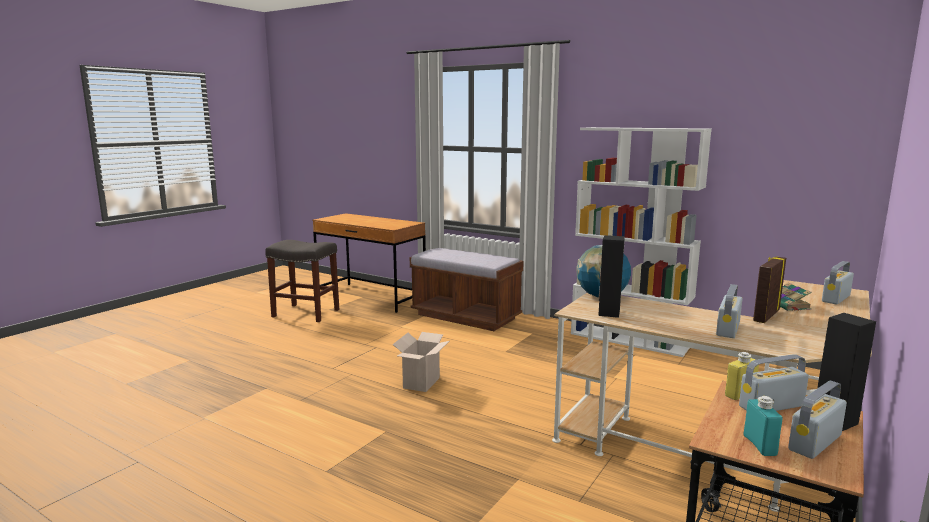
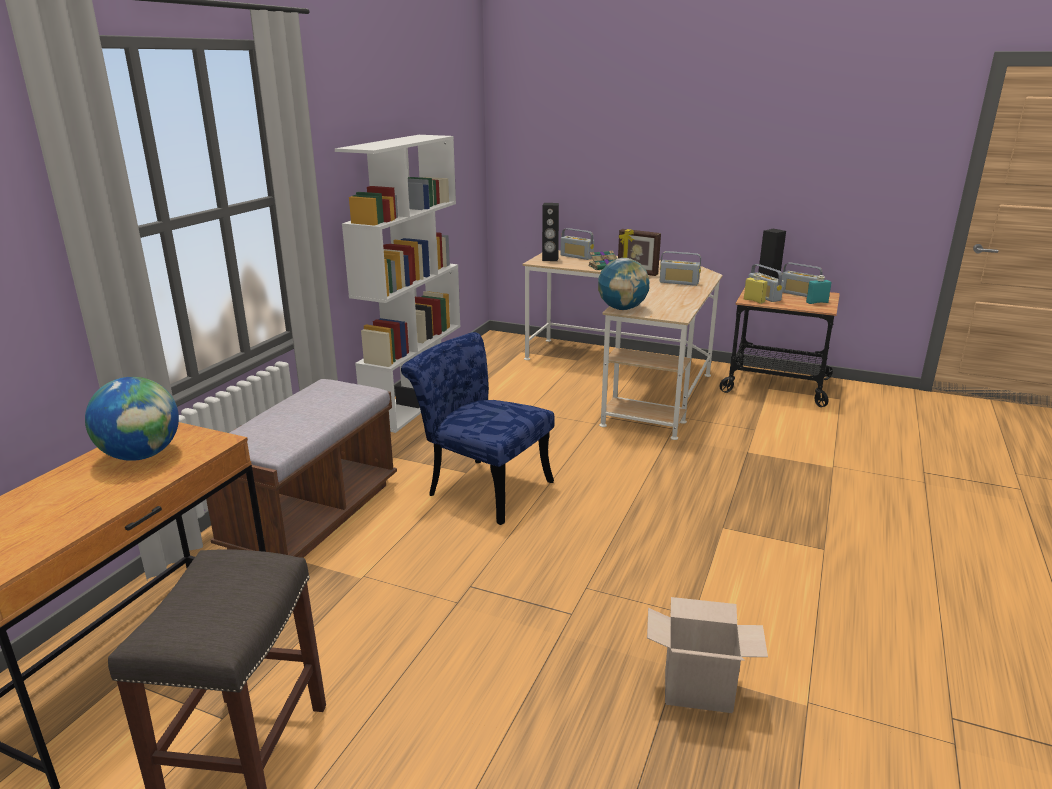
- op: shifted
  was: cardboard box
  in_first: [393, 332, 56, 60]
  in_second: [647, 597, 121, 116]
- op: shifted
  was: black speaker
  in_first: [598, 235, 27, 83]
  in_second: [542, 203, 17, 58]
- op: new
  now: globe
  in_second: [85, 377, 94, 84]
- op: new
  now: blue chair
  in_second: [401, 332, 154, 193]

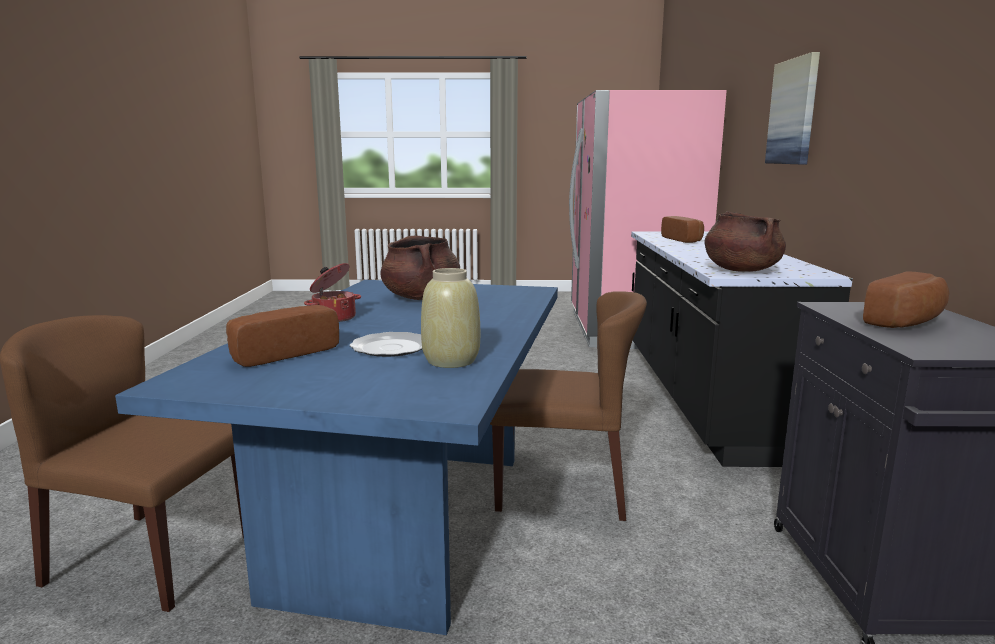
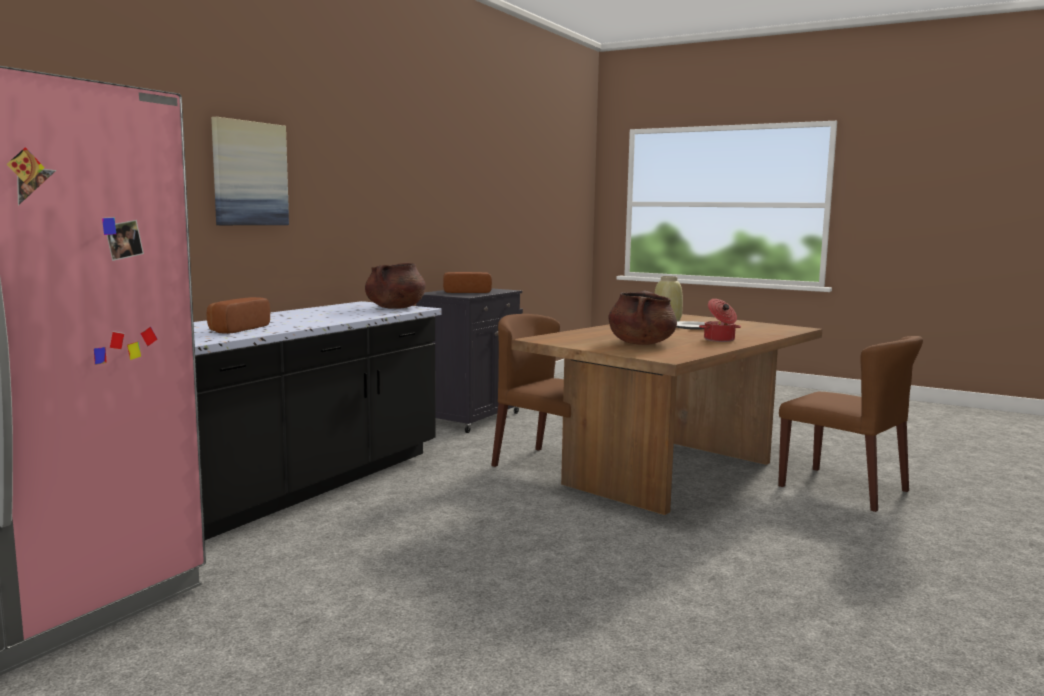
- op: repainted
  was: blue dining table
  now: brown dining table
  in_first: [115, 280, 443, 355]
  in_second: [511, 314, 311, 201]
- op: gone
  was: bread
  in_first: [226, 305, 113, 62]

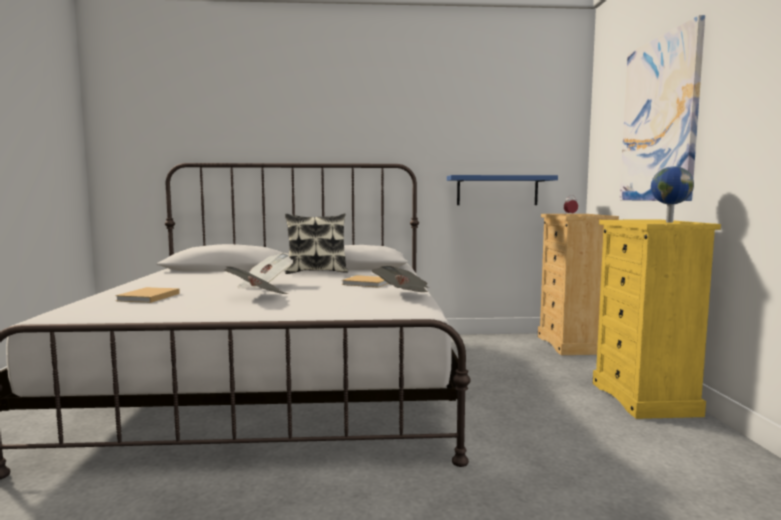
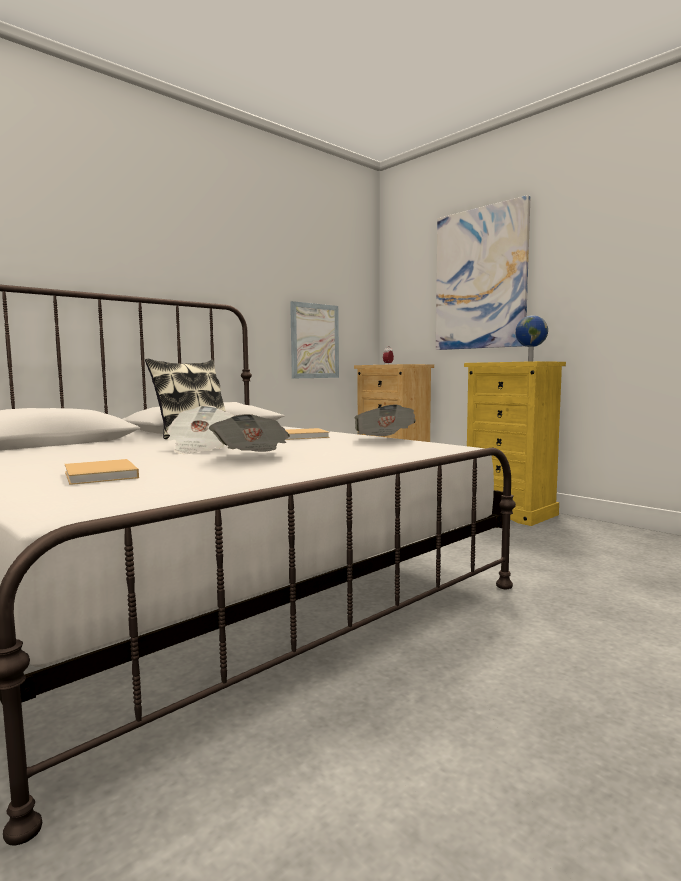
- op: swapped
  was: blue shelf
  now: picture
  in_first: [447, 175, 111, 30]
  in_second: [290, 301, 49, 77]

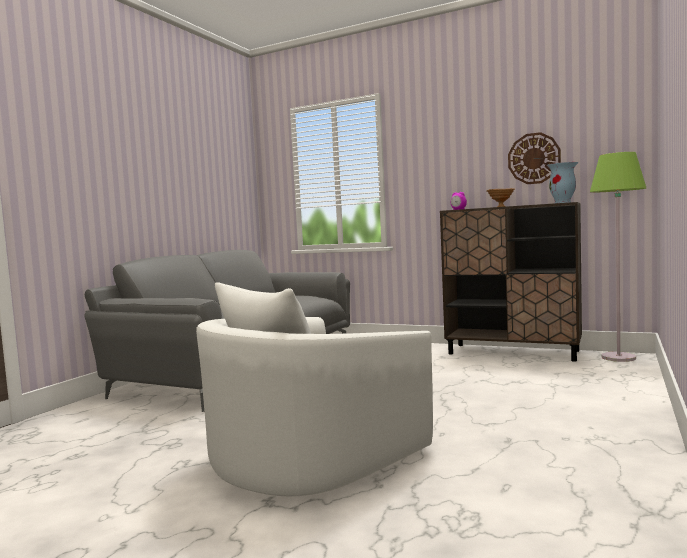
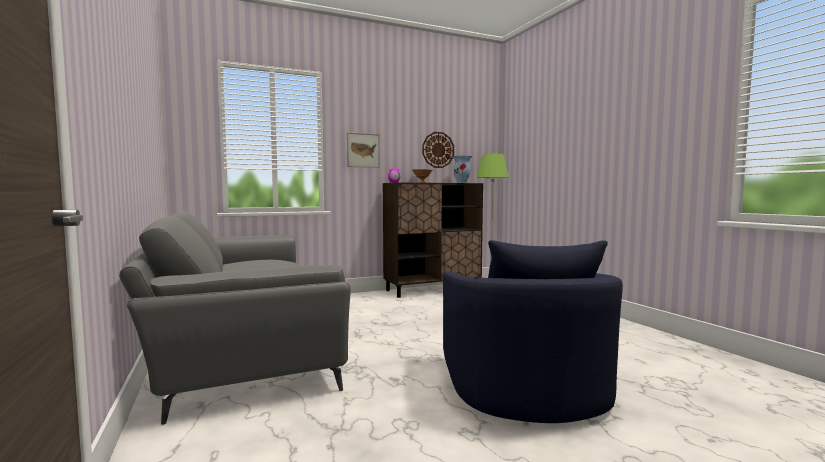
- op: repainted
  was: white armchair
  now: blue armchair
  in_first: [196, 282, 237, 214]
  in_second: [443, 240, 180, 183]
- op: new
  now: picture
  in_second: [347, 133, 33, 35]

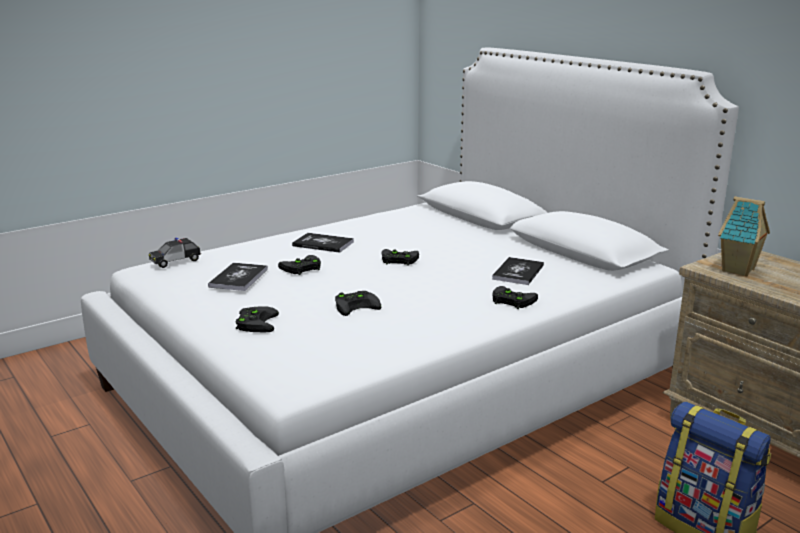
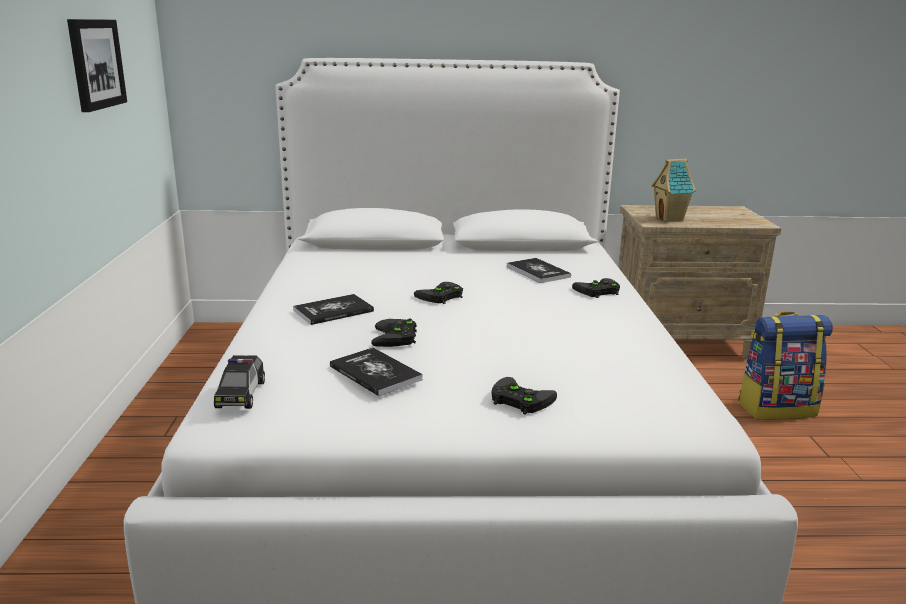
- op: gone
  was: black game controller
  in_first: [335, 291, 46, 25]
- op: new
  now: picture
  in_second: [67, 19, 60, 93]

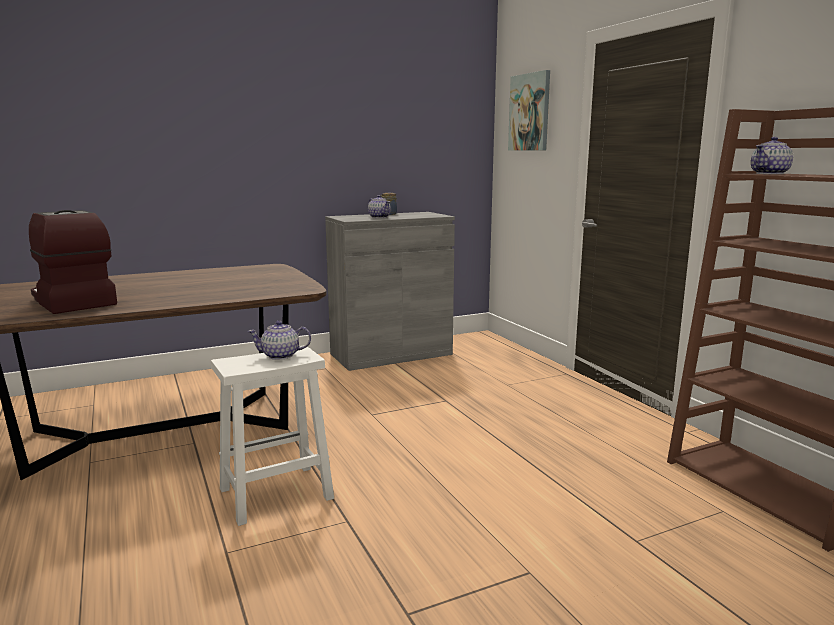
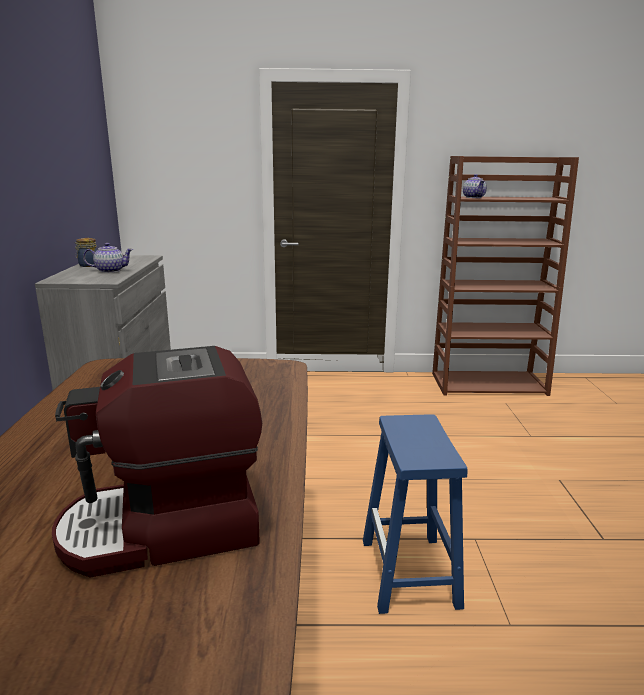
- op: repainted
  was: white stool
  now: blue stool
  in_first: [211, 345, 123, 181]
  in_second: [363, 414, 105, 200]
- op: gone
  was: teapot
  in_first: [247, 321, 64, 39]
- op: gone
  was: picture
  in_first: [508, 70, 42, 81]

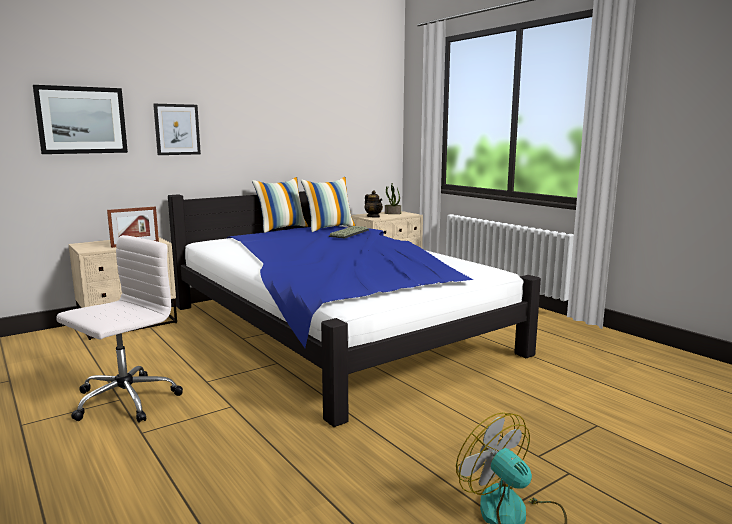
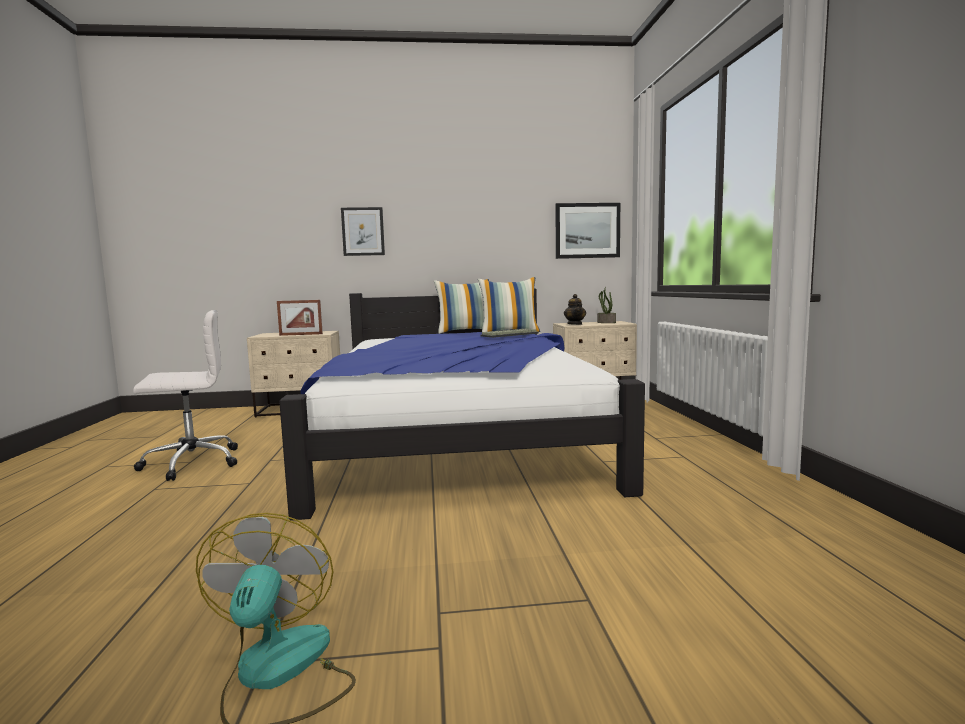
- op: shifted
  was: picture
  in_first: [33, 85, 95, 69]
  in_second: [555, 203, 65, 56]

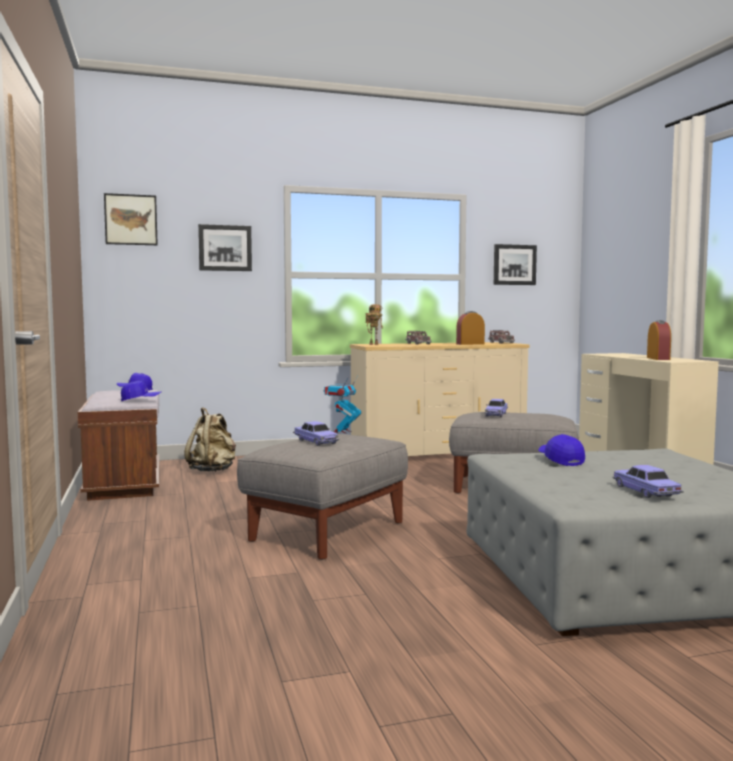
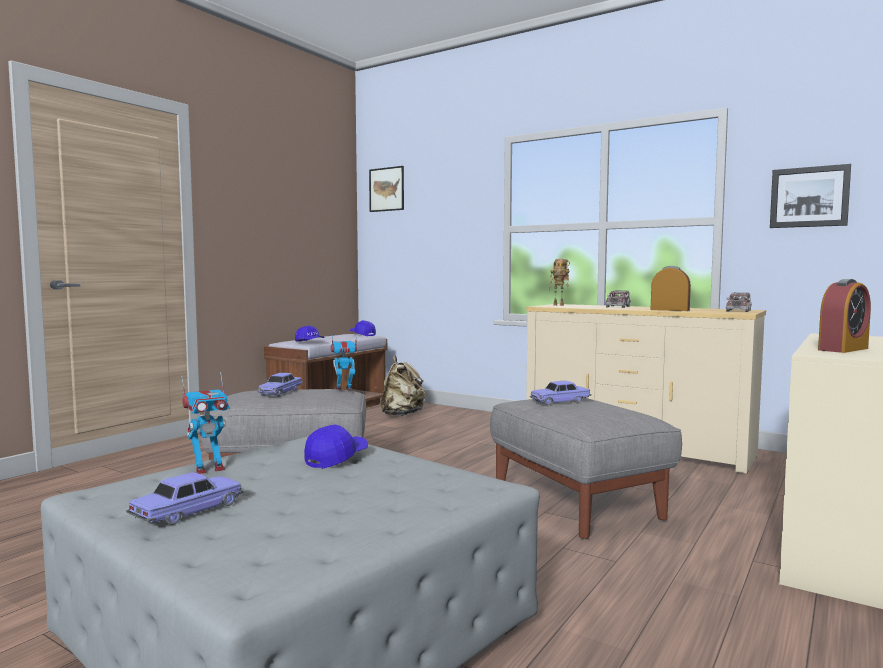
- op: gone
  was: picture
  in_first: [198, 224, 54, 47]
- op: new
  now: toy robot
  in_second: [181, 372, 49, 102]

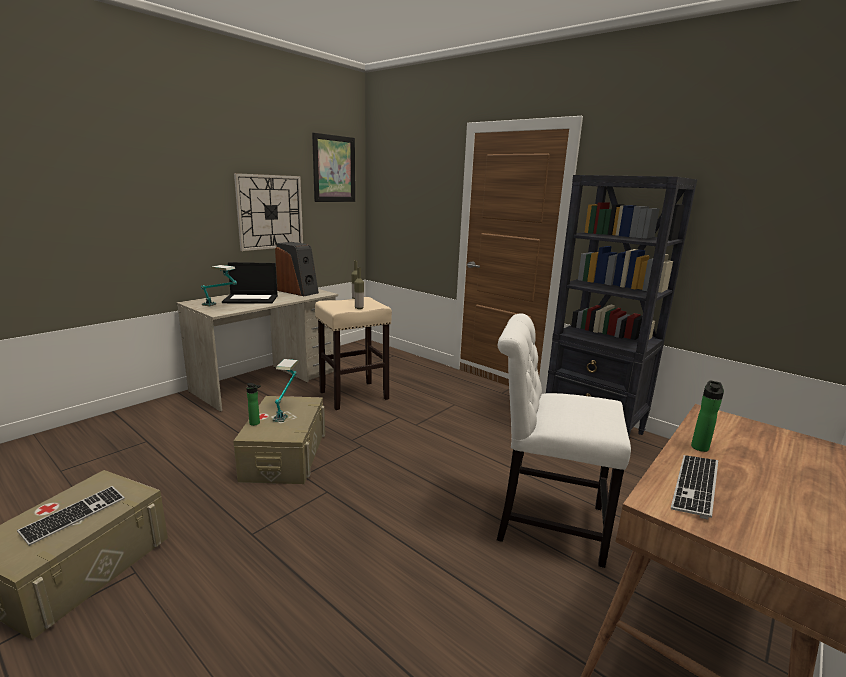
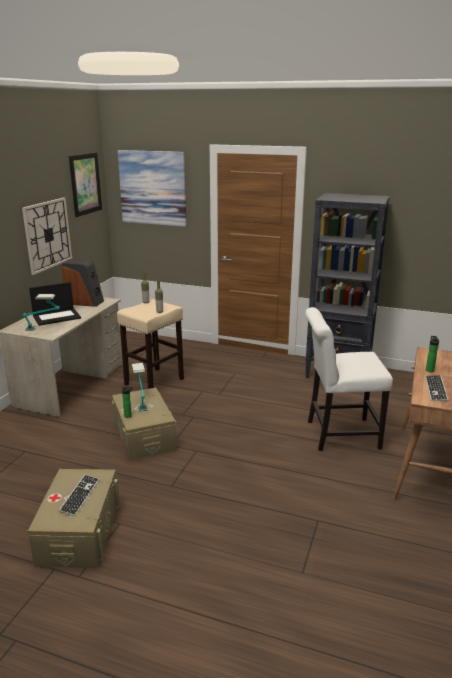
- op: new
  now: picture
  in_second: [118, 150, 69, 77]

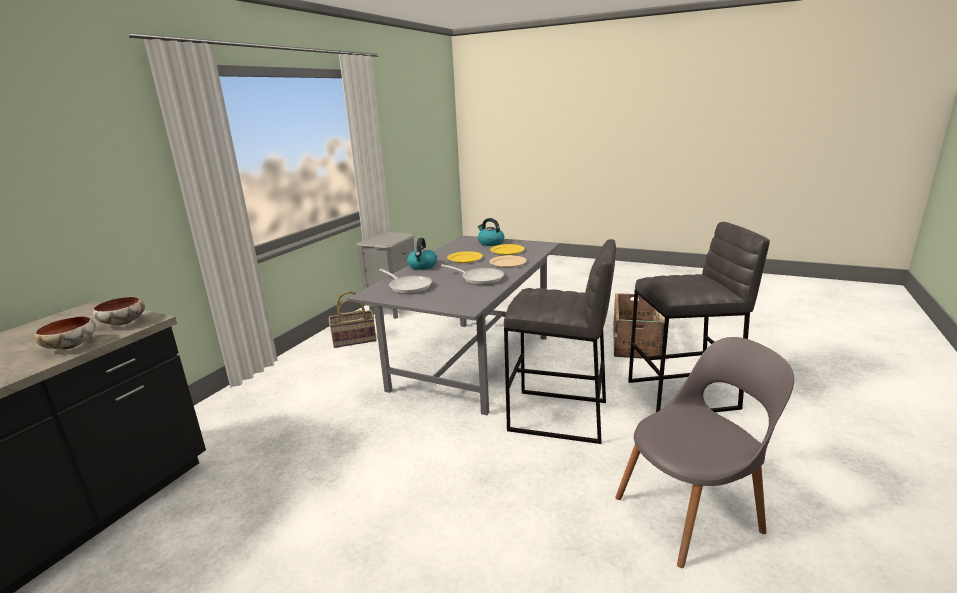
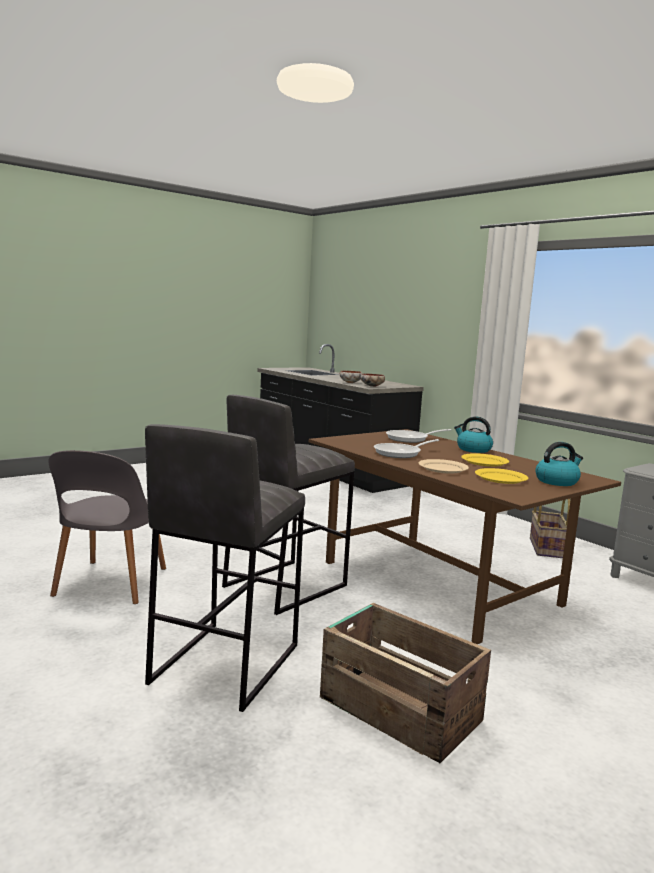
- op: repainted
  was: grey dining table
  now: brown dining table
  in_first: [348, 236, 211, 179]
  in_second: [309, 429, 312, 215]

